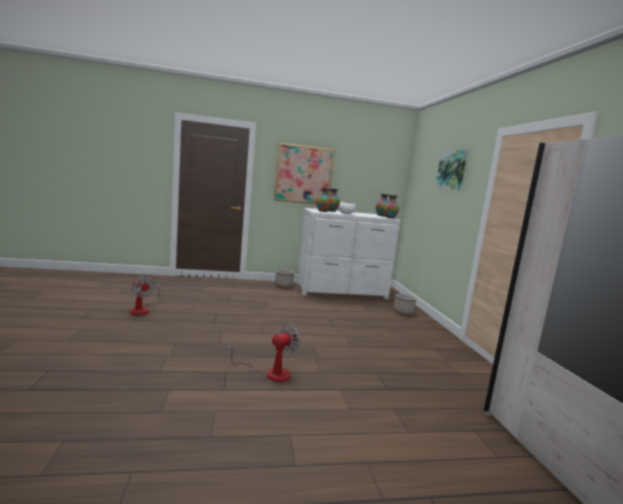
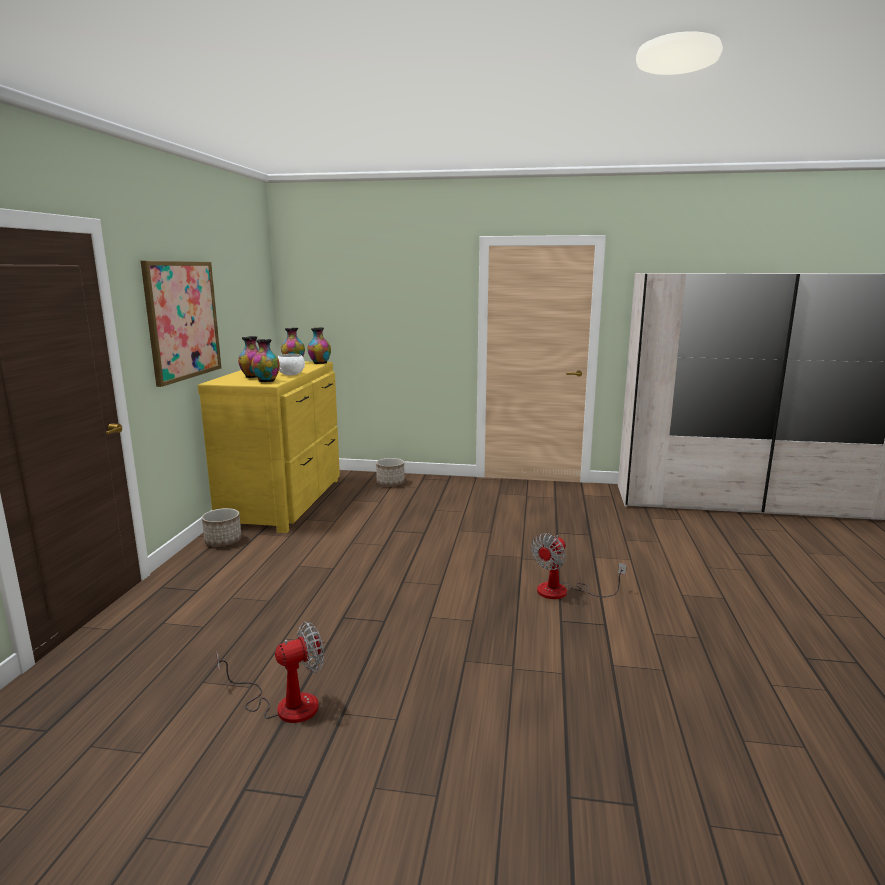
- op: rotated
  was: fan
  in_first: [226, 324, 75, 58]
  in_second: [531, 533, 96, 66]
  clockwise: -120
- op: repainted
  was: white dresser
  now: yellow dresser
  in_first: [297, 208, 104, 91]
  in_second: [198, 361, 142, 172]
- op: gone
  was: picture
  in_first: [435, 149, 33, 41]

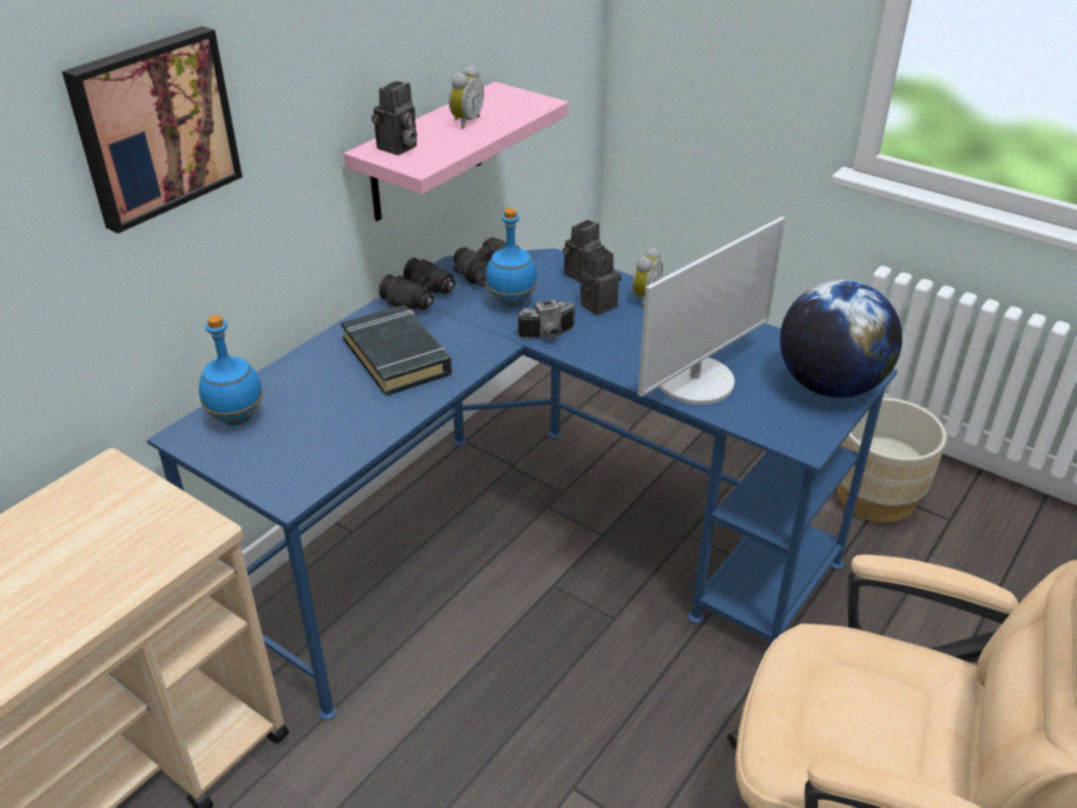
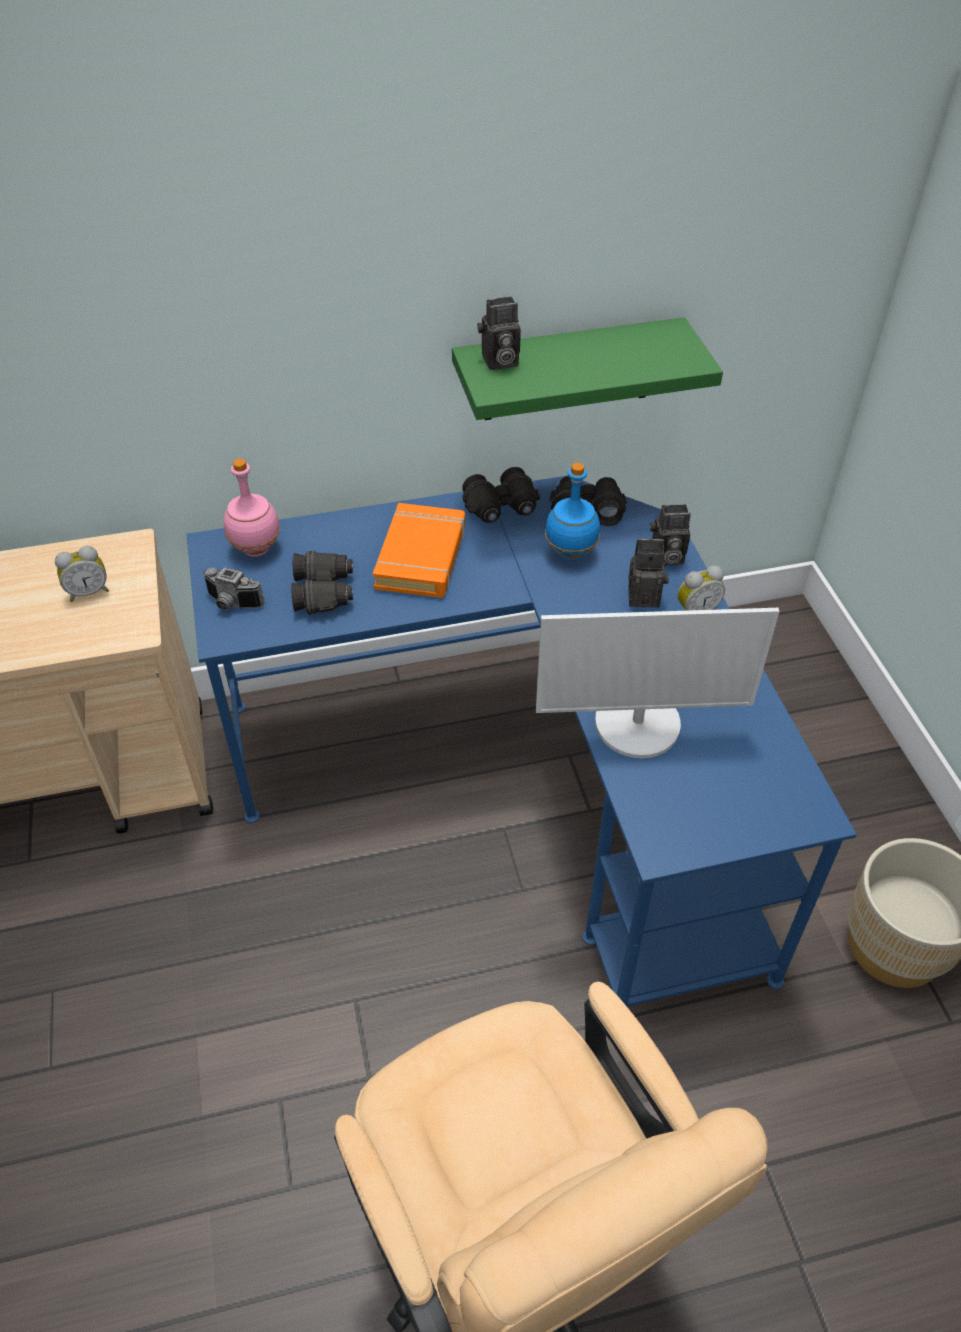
- op: gone
  was: picture
  in_first: [62, 26, 180, 207]
- op: repainted
  was: blue bottle
  now: pink bottle
  in_first: [199, 315, 64, 111]
  in_second: [224, 459, 56, 98]
- op: repainted
  was: black book
  now: orange book
  in_first: [341, 305, 111, 91]
  in_second: [373, 503, 92, 95]
- op: repainted
  was: pink shelf
  now: green shelf
  in_first: [344, 82, 225, 139]
  in_second: [452, 317, 271, 103]
- op: shifted
  was: alarm clock
  in_first: [449, 66, 35, 63]
  in_second: [55, 546, 54, 56]
- op: shifted
  was: photo camera
  in_first: [517, 299, 58, 40]
  in_second: [203, 567, 62, 43]
- op: gone
  was: globe
  in_first: [780, 280, 122, 118]
- op: new
  now: black binoculars
  in_second: [291, 551, 63, 64]

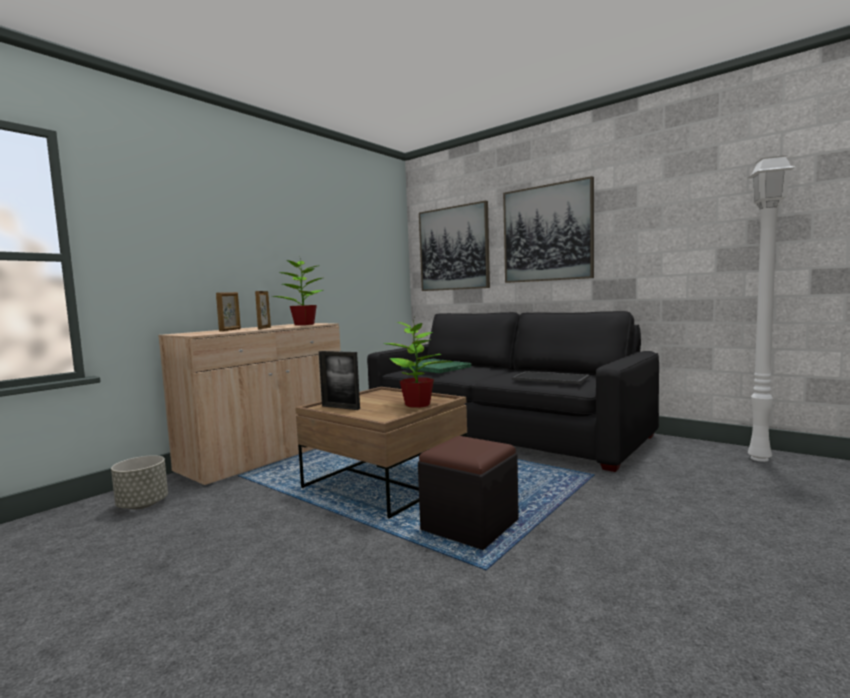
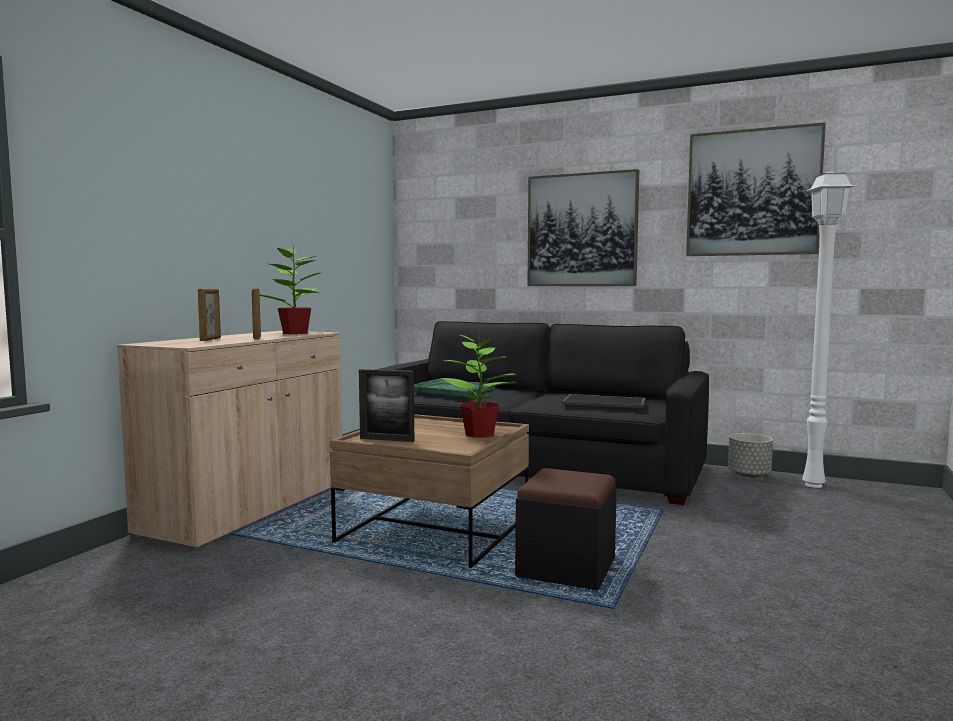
- op: shifted
  was: grey planter
  in_first: [111, 455, 57, 54]
  in_second: [728, 433, 45, 45]
- op: shifted
  was: picture
  in_first: [419, 201, 71, 90]
  in_second: [686, 122, 140, 134]

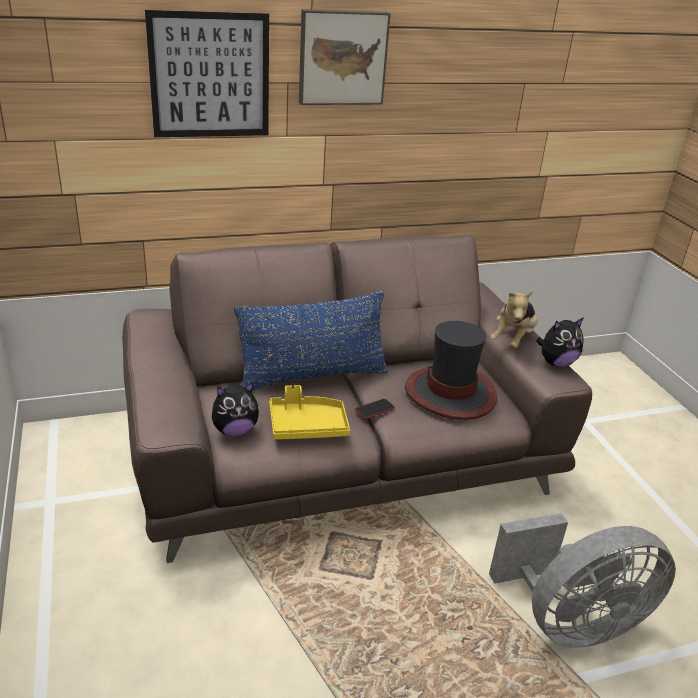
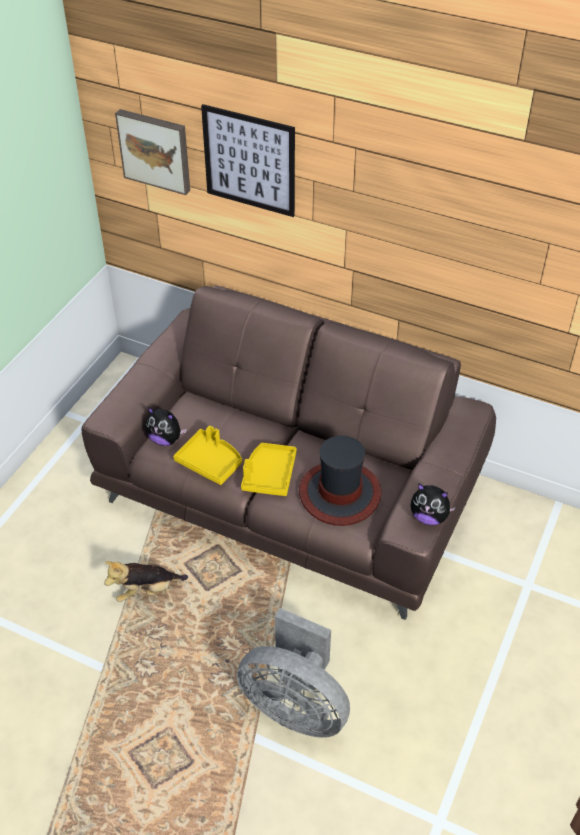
- op: gone
  was: blue pillow
  in_first: [234, 291, 154, 100]
- op: shifted
  was: picture
  in_first: [299, 9, 92, 96]
  in_second: [115, 109, 75, 86]
- op: swapped
  was: phone
  now: yellow tray
  in_first: [355, 399, 40, 20]
  in_second: [241, 443, 56, 53]
- op: shifted
  was: plush toy
  in_first: [490, 291, 48, 57]
  in_second: [104, 561, 84, 41]

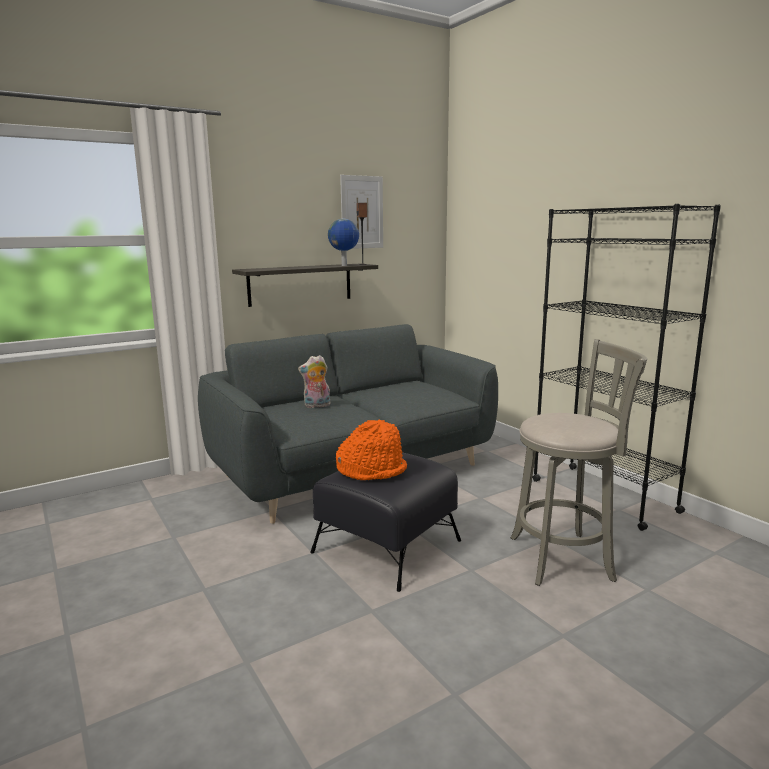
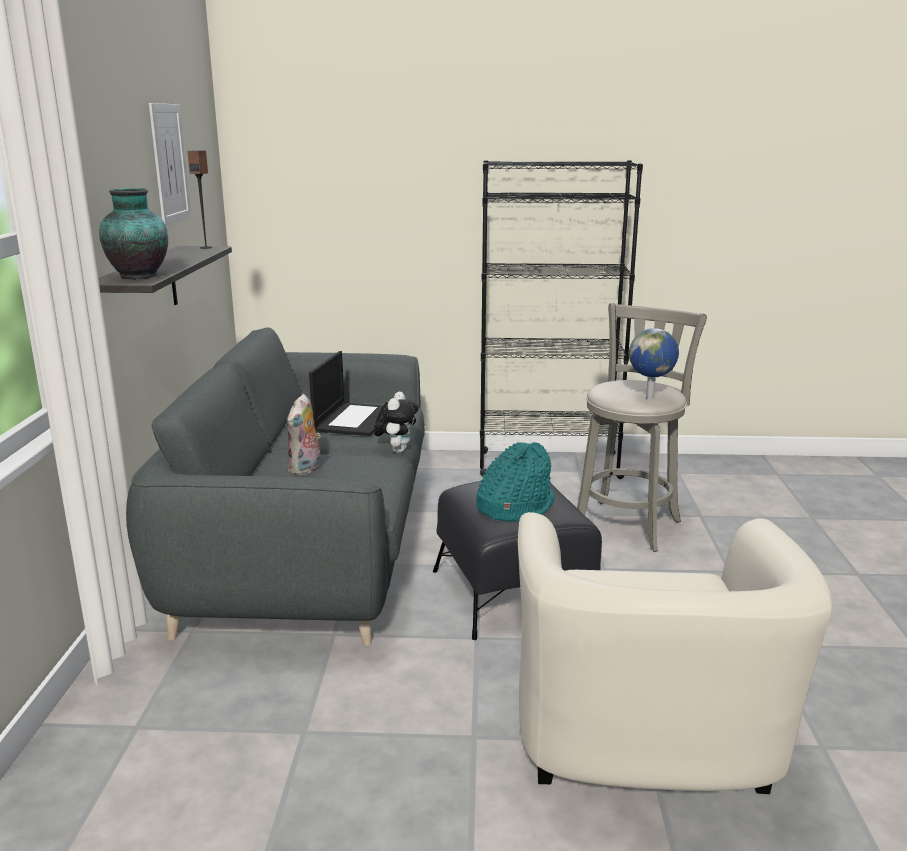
- op: shifted
  was: globe
  in_first: [328, 219, 31, 47]
  in_second: [629, 328, 50, 71]
- op: repainted
  was: orange hat
  now: turquoise hat
  in_first: [336, 420, 71, 60]
  in_second: [476, 442, 79, 80]
- op: new
  now: vase
  in_second: [99, 188, 69, 91]
- op: new
  now: laptop
  in_second: [309, 351, 74, 85]
- op: new
  now: plush toy
  in_second: [374, 392, 44, 61]
- op: new
  now: beige armchair
  in_second: [518, 512, 314, 282]

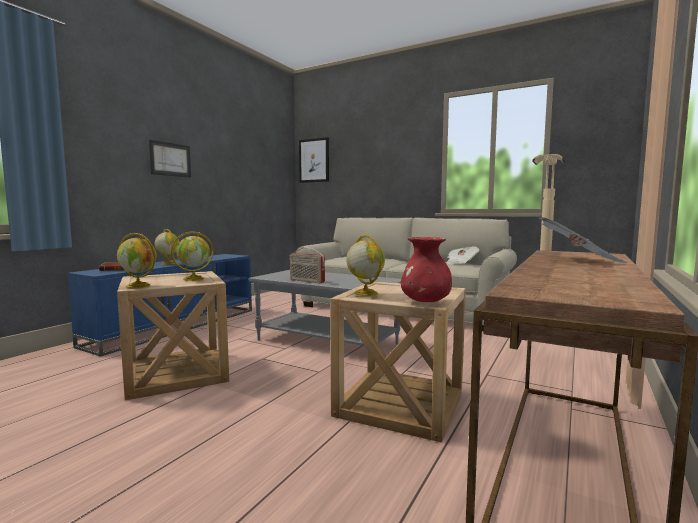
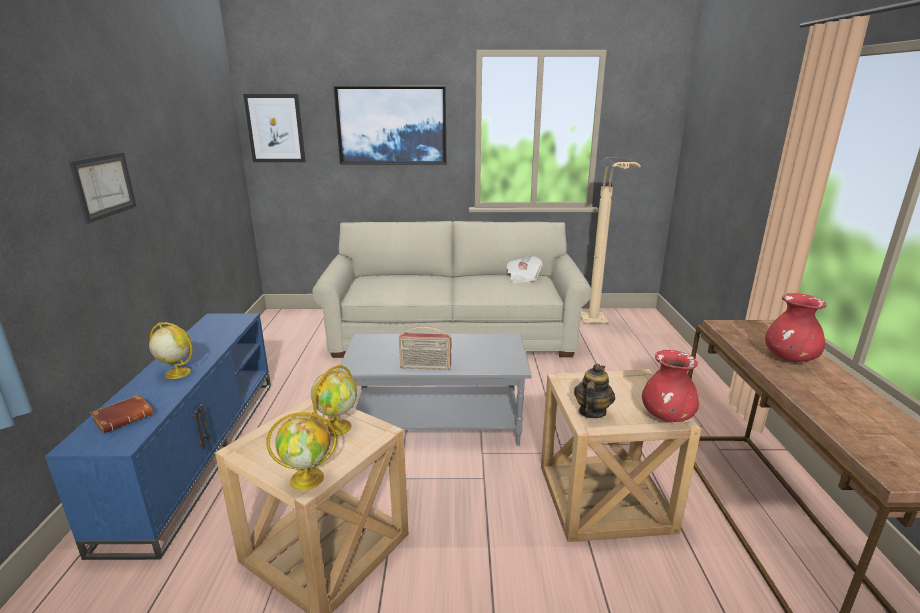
- op: swapped
  was: globe
  now: teapot
  in_first: [346, 235, 39, 61]
  in_second: [574, 364, 41, 54]
- op: swapped
  was: newspaper
  now: red vase
  in_first: [538, 217, 89, 46]
  in_second: [765, 293, 62, 69]
- op: new
  now: picture
  in_second: [334, 86, 113, 79]

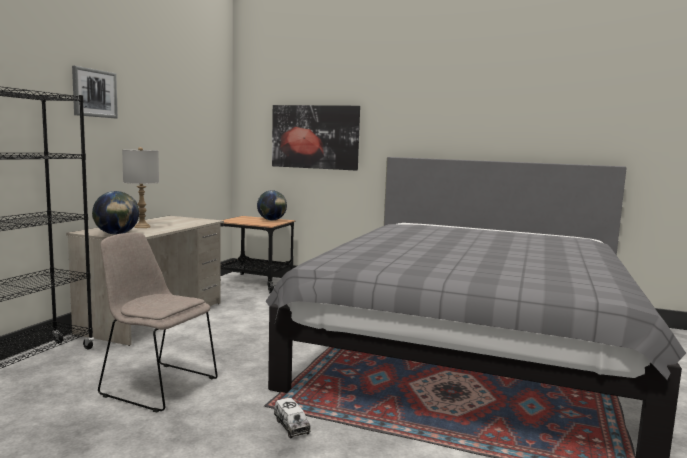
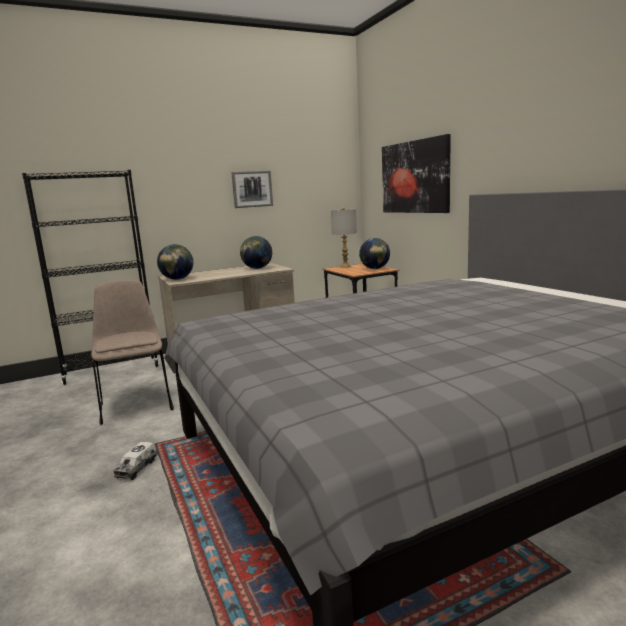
- op: shifted
  was: picture
  in_first: [72, 66, 46, 52]
  in_second: [231, 170, 42, 38]
- op: shifted
  was: grey table lamp
  in_first: [122, 147, 37, 81]
  in_second: [331, 207, 26, 61]
- op: new
  now: globe
  in_second: [240, 236, 32, 33]

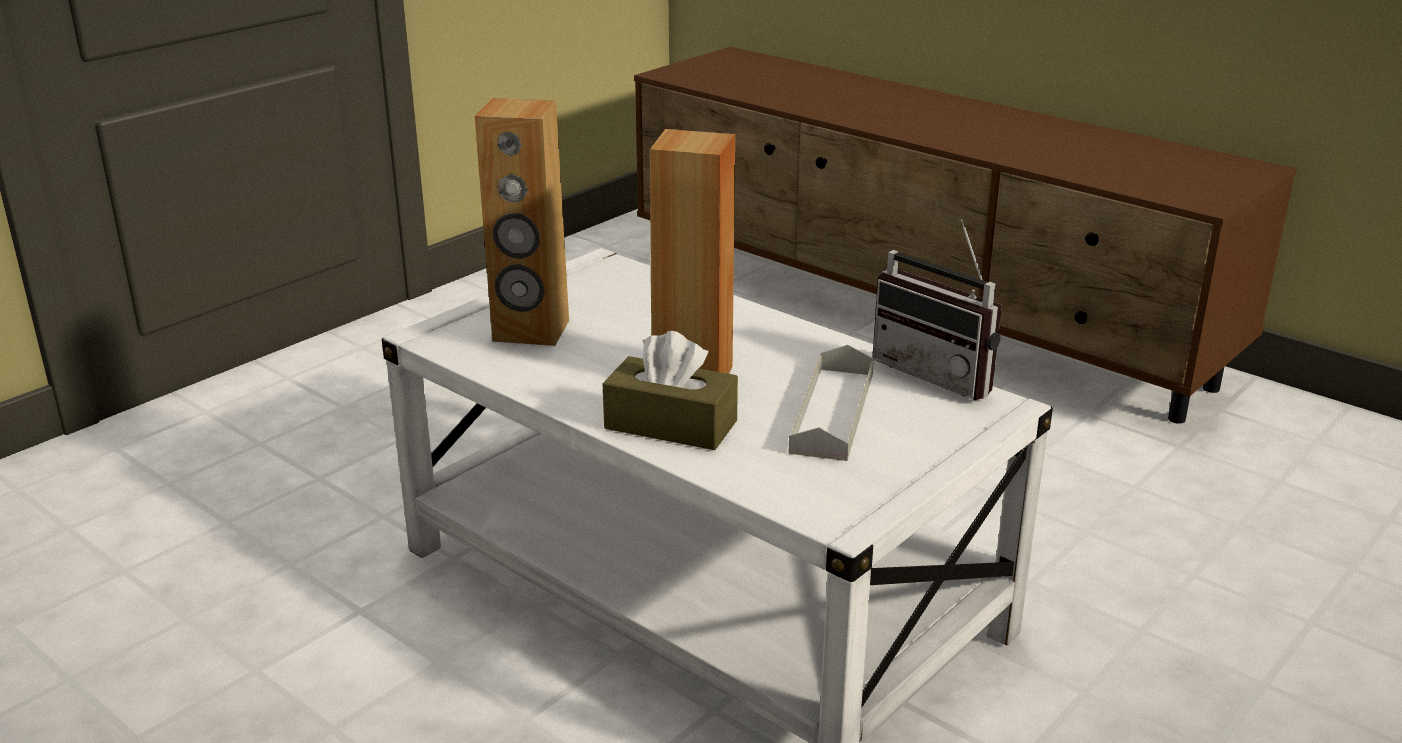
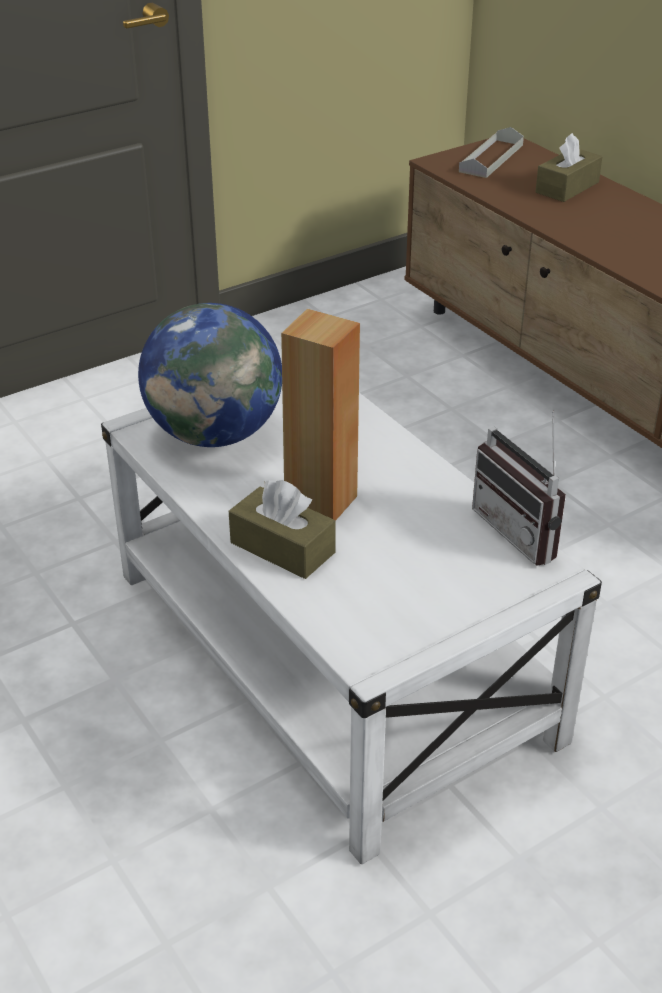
- op: swapped
  was: brown speaker
  now: globe
  in_first: [475, 98, 94, 248]
  in_second: [138, 303, 144, 144]
- op: shifted
  was: grey tray
  in_first: [788, 345, 86, 116]
  in_second: [459, 127, 65, 51]
- op: new
  now: brown tissue box
  in_second: [535, 133, 67, 69]

